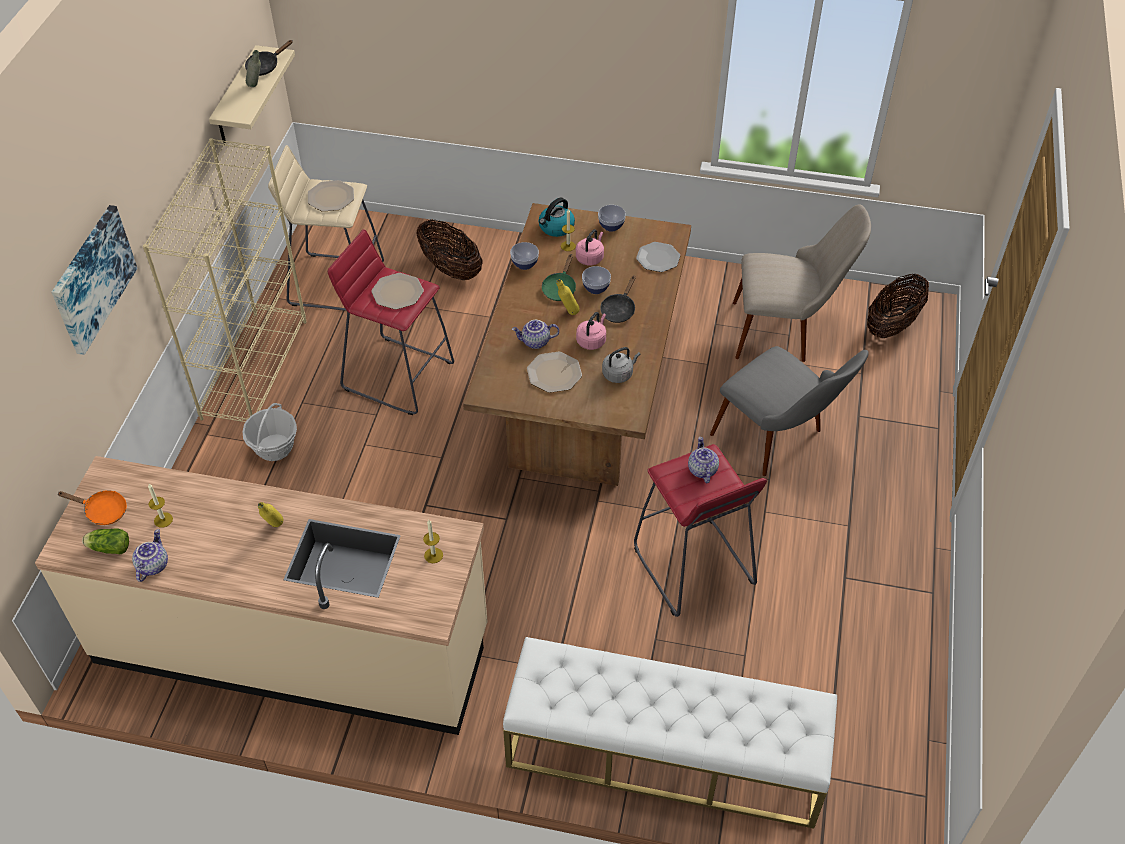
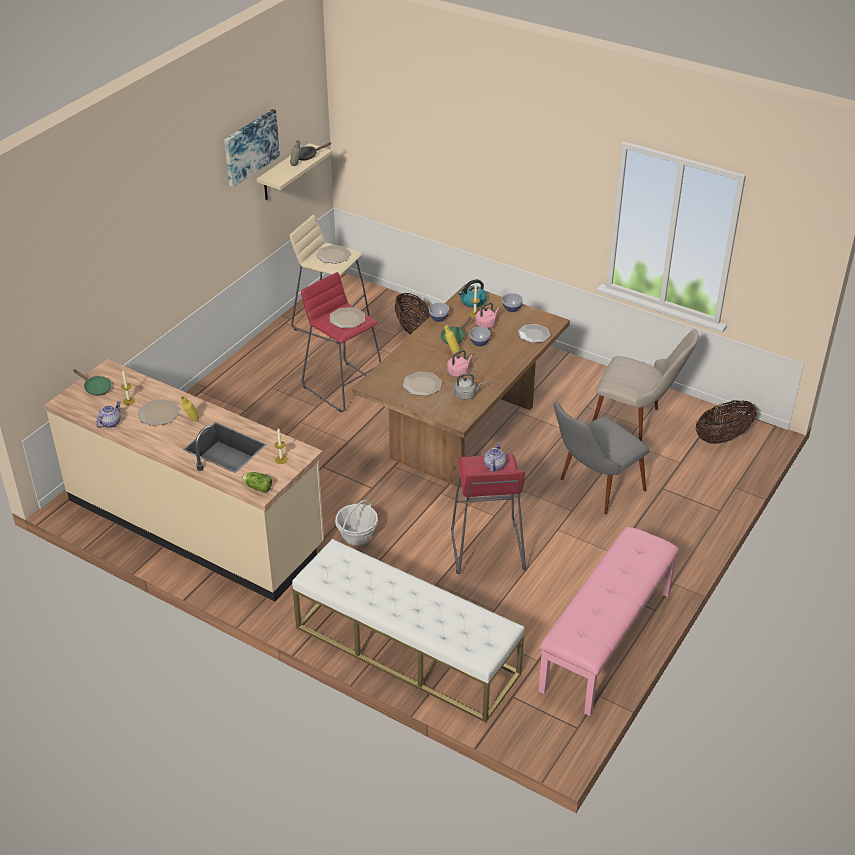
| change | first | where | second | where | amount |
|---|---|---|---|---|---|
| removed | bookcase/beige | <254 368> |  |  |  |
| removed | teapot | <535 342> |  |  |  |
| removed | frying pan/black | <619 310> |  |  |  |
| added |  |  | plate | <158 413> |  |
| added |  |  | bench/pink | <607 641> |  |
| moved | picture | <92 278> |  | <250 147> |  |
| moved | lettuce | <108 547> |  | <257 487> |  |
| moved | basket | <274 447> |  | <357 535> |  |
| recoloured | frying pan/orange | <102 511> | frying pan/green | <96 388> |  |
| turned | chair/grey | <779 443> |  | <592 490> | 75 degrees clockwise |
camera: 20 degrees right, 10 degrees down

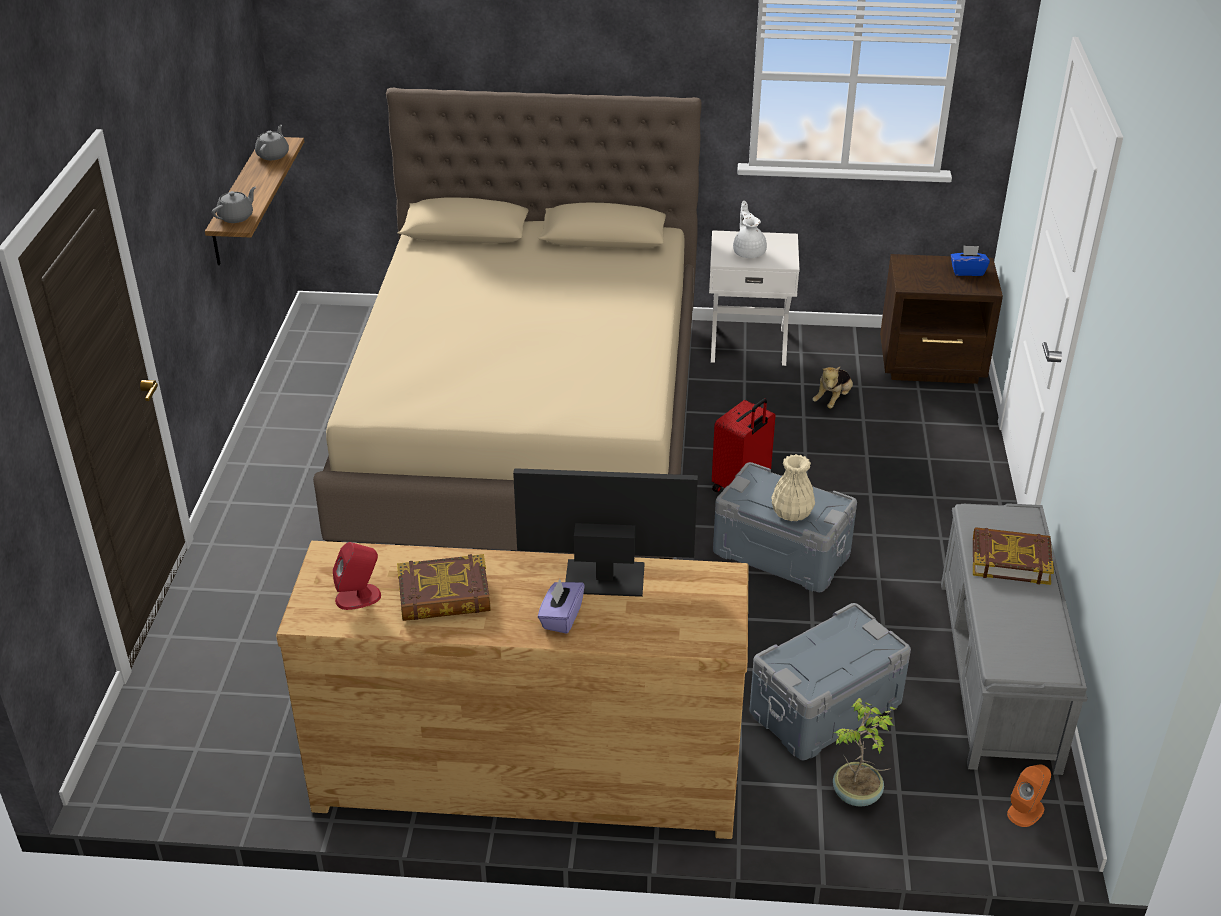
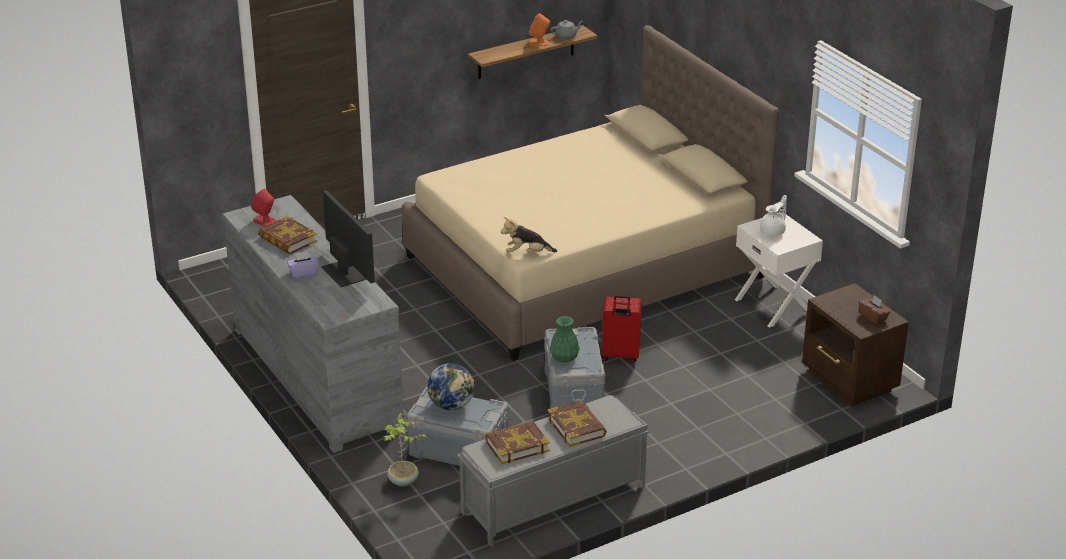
| change | first | where | second | where | amount |
|---|---|---|---|---|---|
| removed | teapot/grey | <236 217> |  |  |  |
| added |  |  | globe | <451 405> |  |
| added |  |  | book | <517 446> |  |
| moved | plush toy | <833 399> |  | <527 253> |  |
| moved | speaker/orange | <1026 811> |  | <539 43> |  |
| recoloured | dresser/brown | <526 772> | dresser/grey | <317 376> |  |
| recoloured | vase/beige | <791 514> | vase/green | <564 358> |  |
| recoloured | tissue box/blue | <967 271> | tissue box/brown | <873 317> |  |
camera: 55 degrees right, 5 degrees down

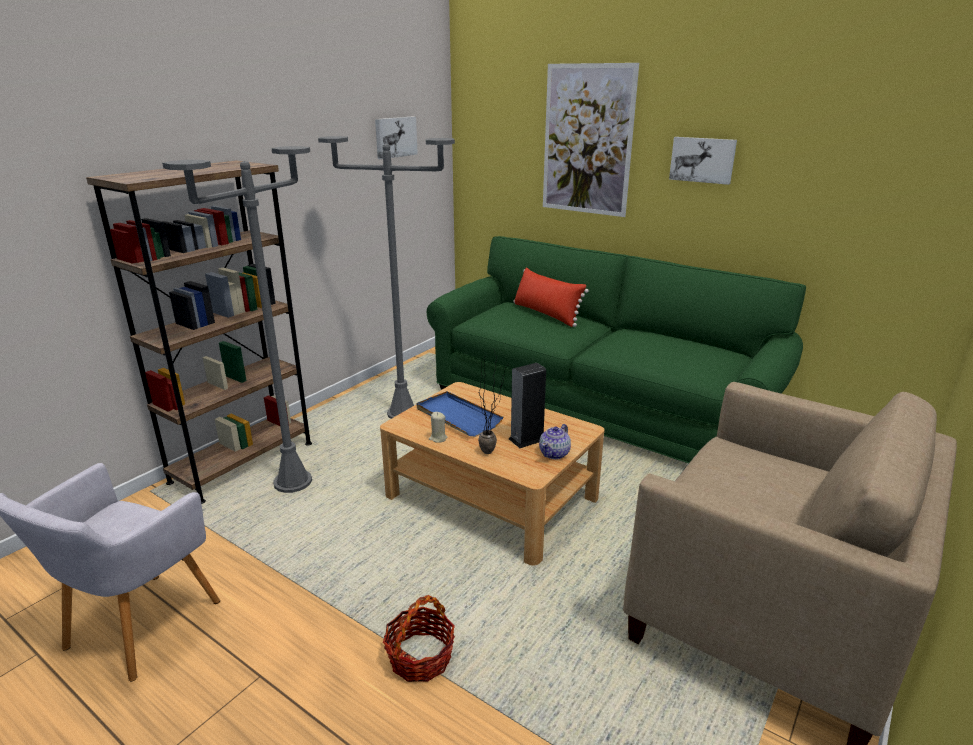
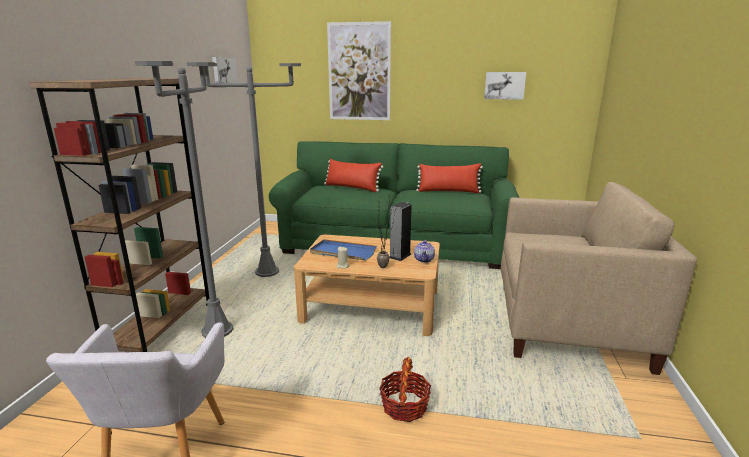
| change | first | where | second | where | amount |
|---|---|---|---|---|---|
| added |  |  | pillow/red | <448 191> |  |
| moved | picture | <702 160> |  | <504 85> |  |
camera: 25 degrees left, 5 degrees down

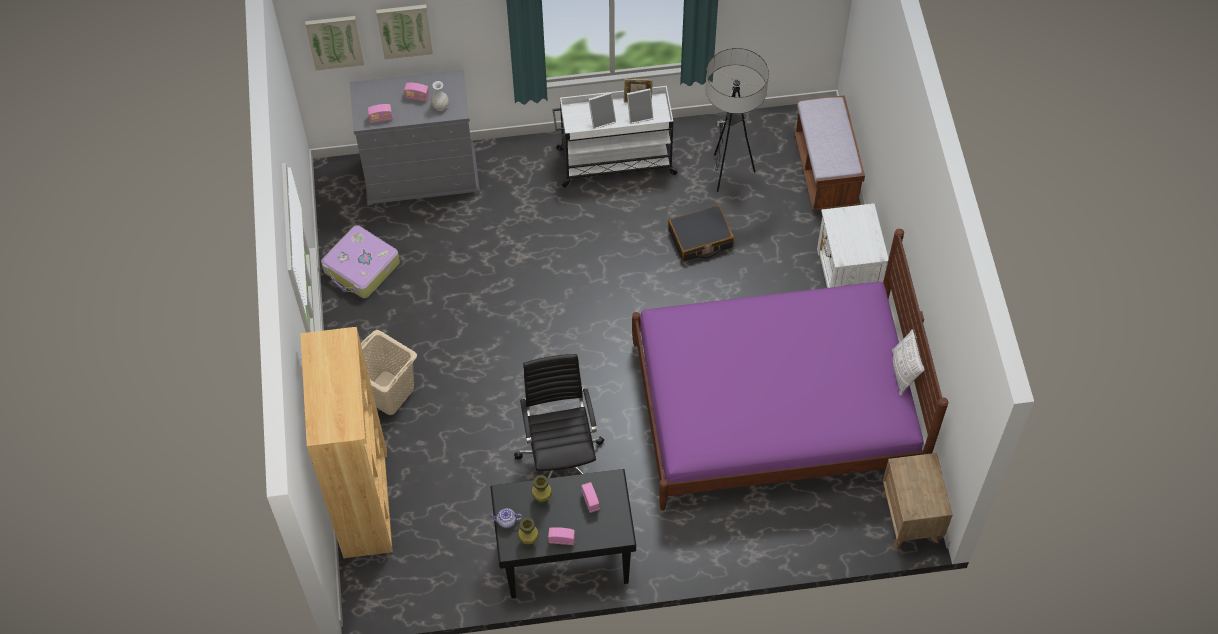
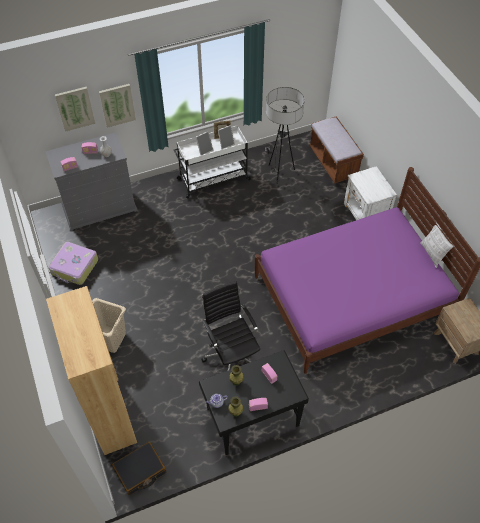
| change | first | where | second | where | amount |
|---|---|---|---|---|---|
| moved | picture | <335 41> |  | <117 105> |  |
| moved | suitcase/black | <700 239> |  | <140 471> |  |
camera: 15 degrees left, 5 degrees down

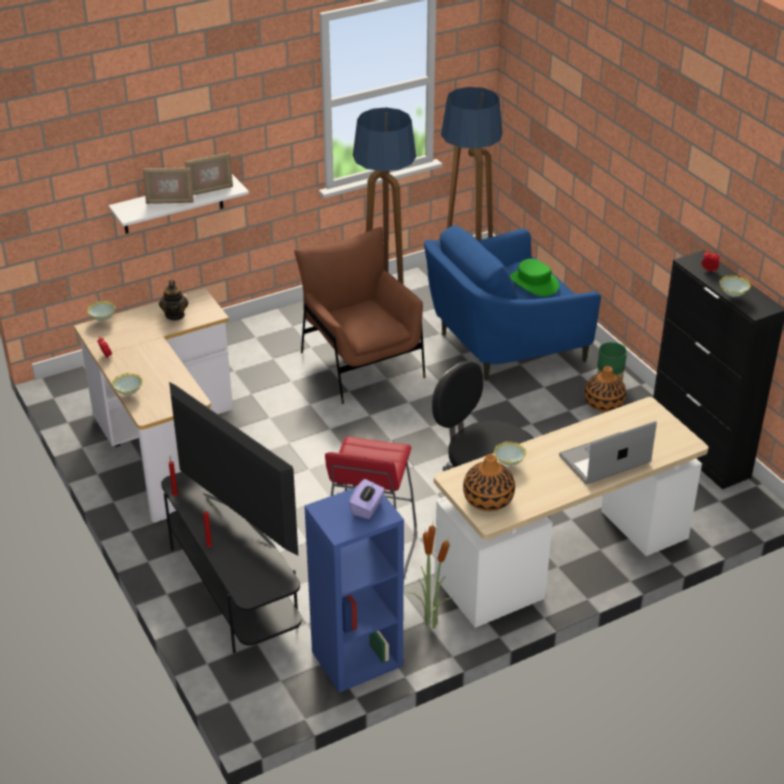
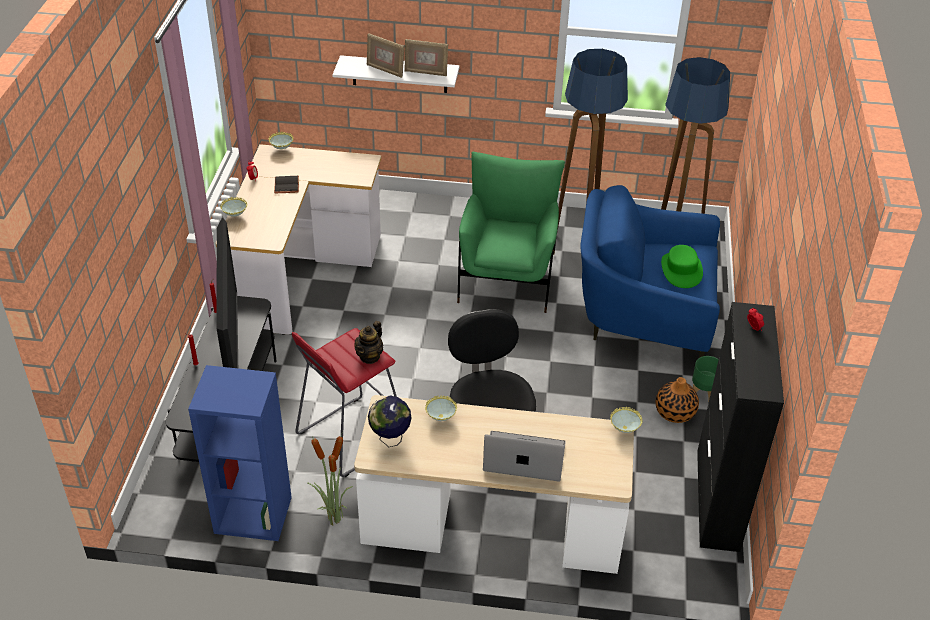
| change | first | where | second | where | amount |
|---|---|---|---|---|---|
| removed | tissue box/purple | <367 508> |  |  |  |
| added |  |  | book/black | <287 185> |  |
| moved | teapot | <175 315> |  | <369 356> |  |
| moved | bowl | <732 297> |  | <624 430> |  |
| replaced | vase | <488 500> | globe | <390 439> |  |
| recoloured | armchair/brown | <361 364> | armchair/green | <507 276> |  |
camera: 35 degrees right, 5 degrees up

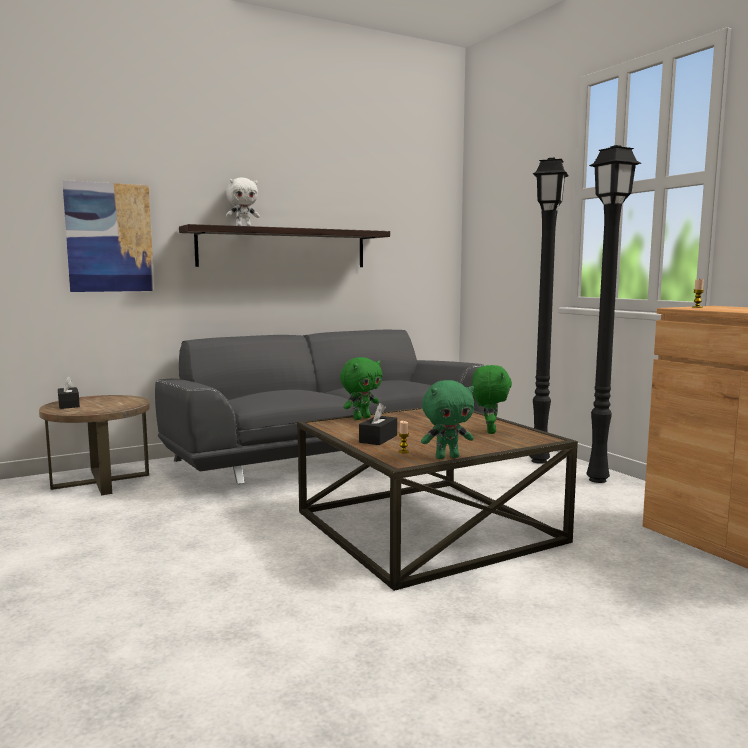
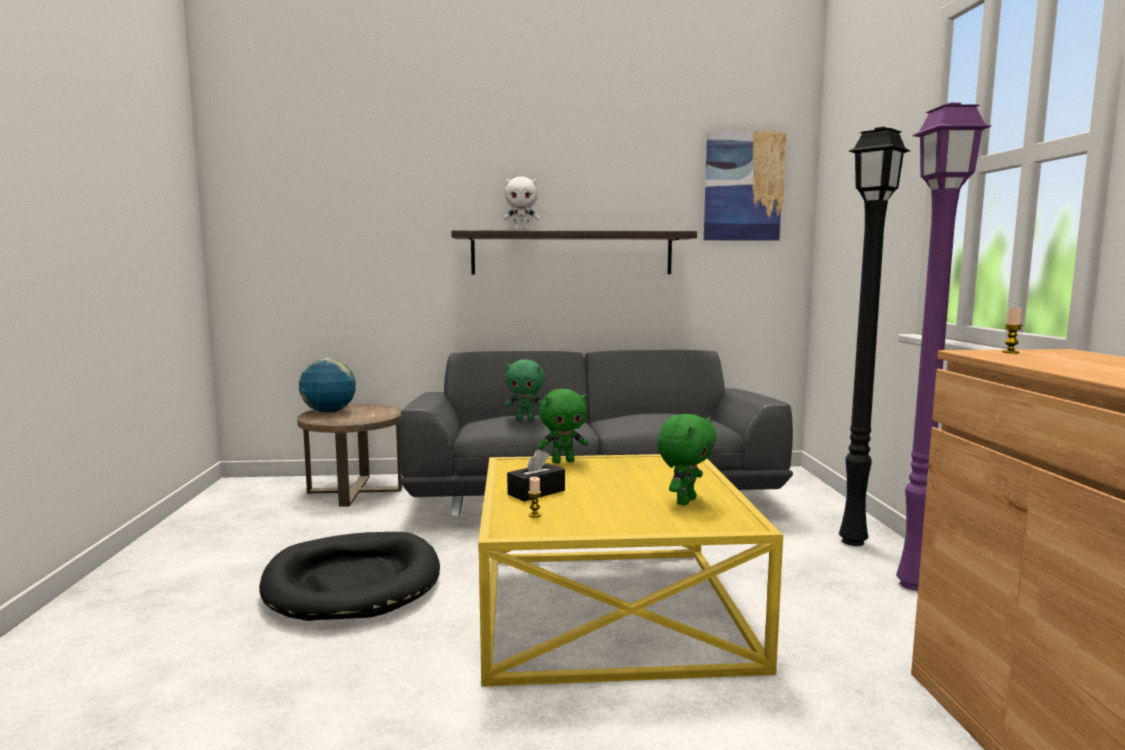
| change | first | where | second | where | amount |
|---|---|---|---|---|---|
| added |  |  | dog bed/black | <353 582> |  |
| moved | picture | <109 238> |  | <743 186> |  |
| moved | plush toy/green | <447 457> |  | <525 419> |  |
| replaced | tissue box/black | <69 405> | globe | <329 412> |  |
| recoloured | coffee table/brown | <426 526> | coffee table/yellow | <610 607> |  |
| recoloured | floor lamp/black | <595 480> | floor lamp/purple | <910 584> |  |
camera: 25 degrees right, 0 degrees up

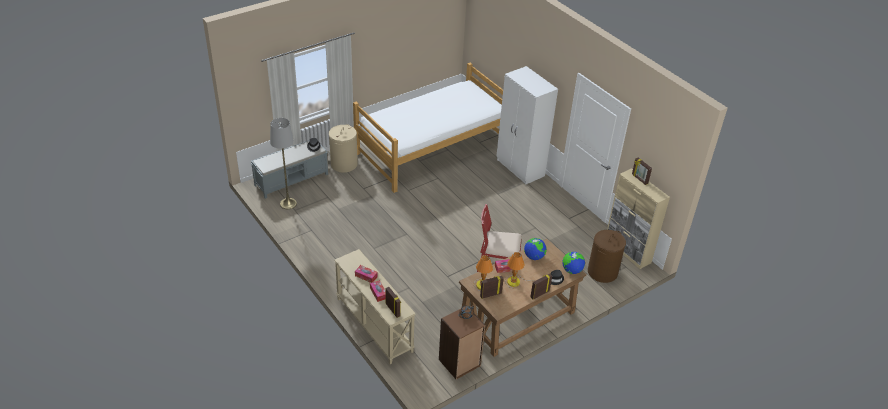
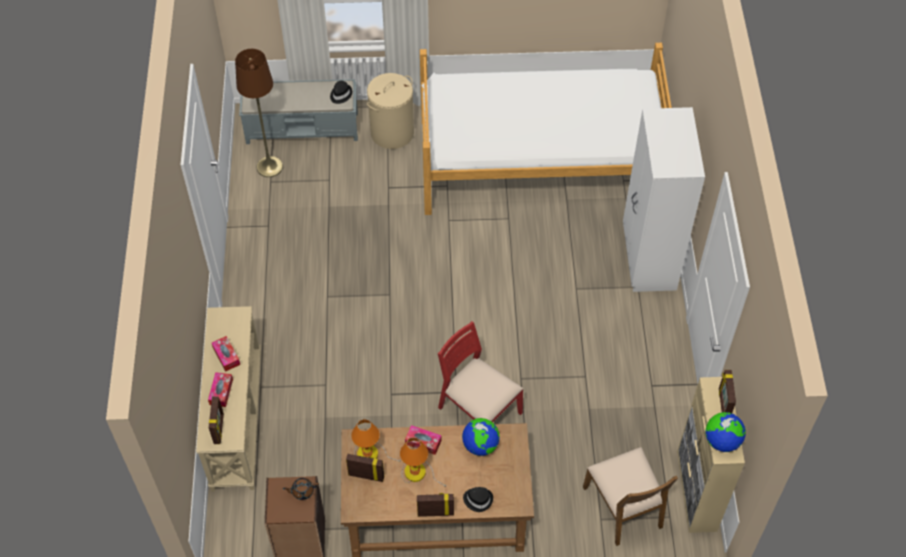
| change | first | where | second | where | amount |
|---|---|---|---|---|---|
| moved | globe | <572 270> |  | <722 441> |  |
| replaced | laundry basket/brown | <602 272> | chair/brown | <624 507> |  |
| recoloured | floor lamp/grey | <288 203> | floor lamp/brown | <269 167> |  |
camera: 35 degrees right, 15 degrees up

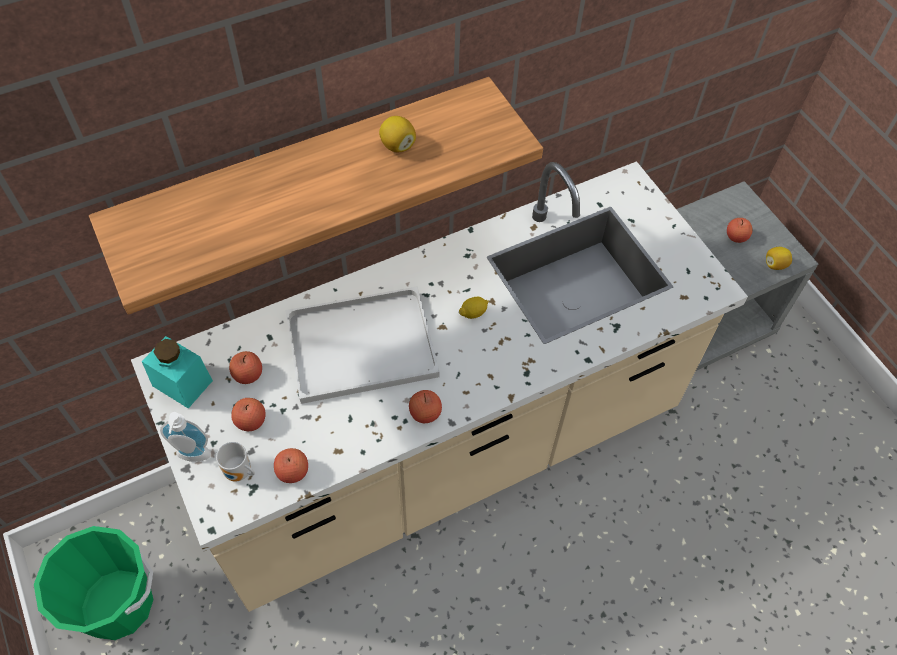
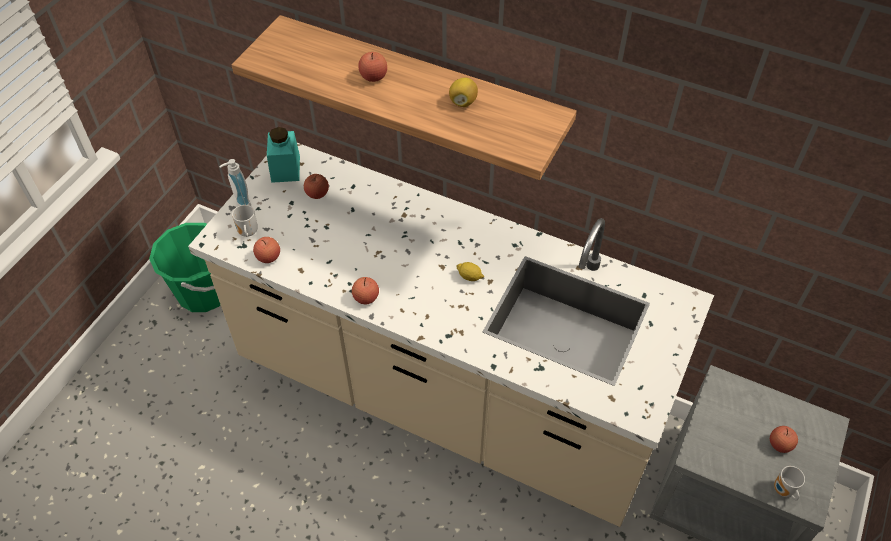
| change | first | where | second | where | amount |
|---|---|---|---|---|---|
| removed | tray/white | <364 343> |  |  |  |
| moved | apple | <251 421> |  | <373 77> |  |
| replaced | lemon | <775 265> | mug | <783 491> |  |
camera: 55 degrees right, 5 degrees down

